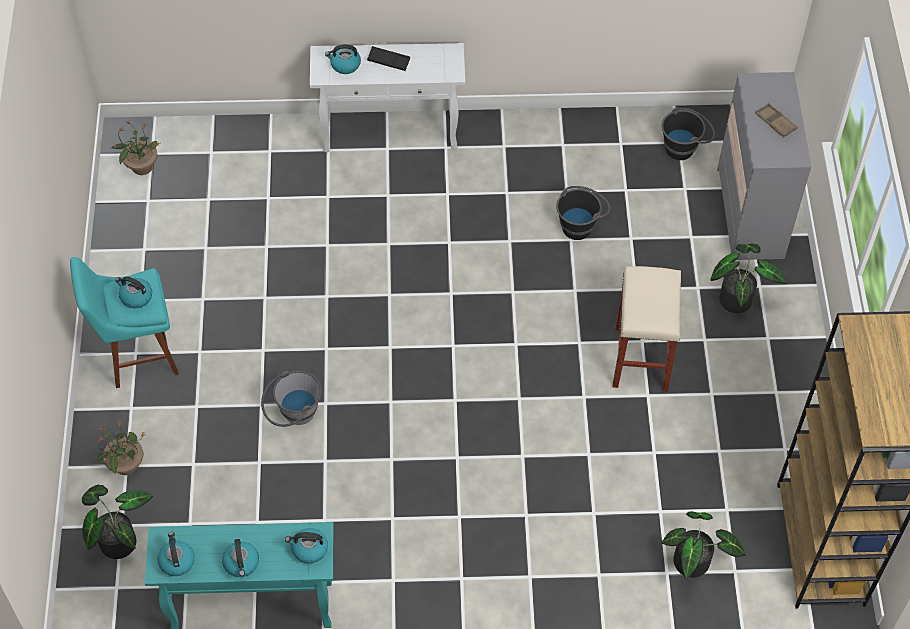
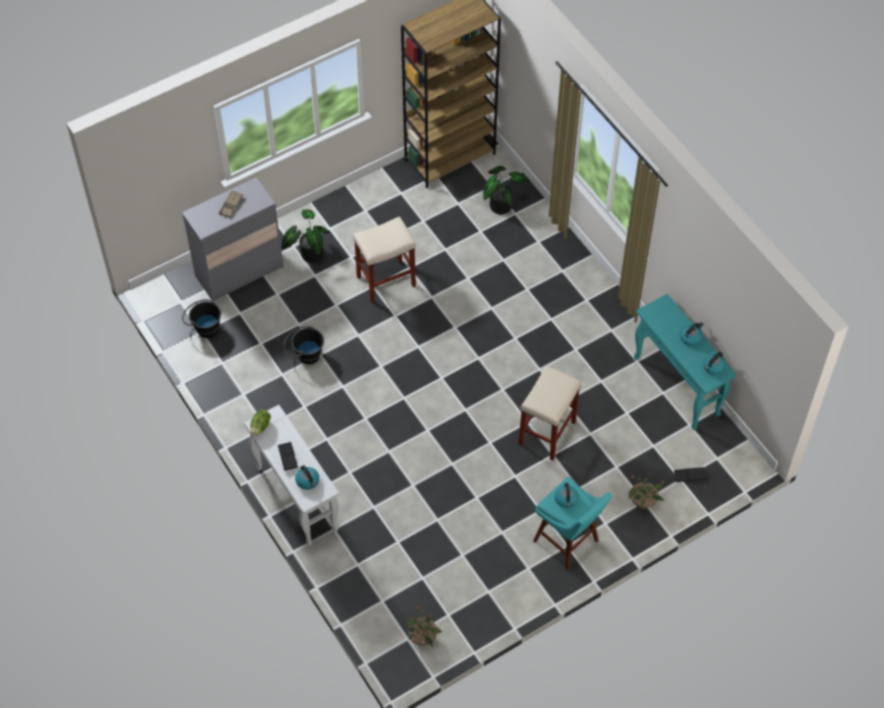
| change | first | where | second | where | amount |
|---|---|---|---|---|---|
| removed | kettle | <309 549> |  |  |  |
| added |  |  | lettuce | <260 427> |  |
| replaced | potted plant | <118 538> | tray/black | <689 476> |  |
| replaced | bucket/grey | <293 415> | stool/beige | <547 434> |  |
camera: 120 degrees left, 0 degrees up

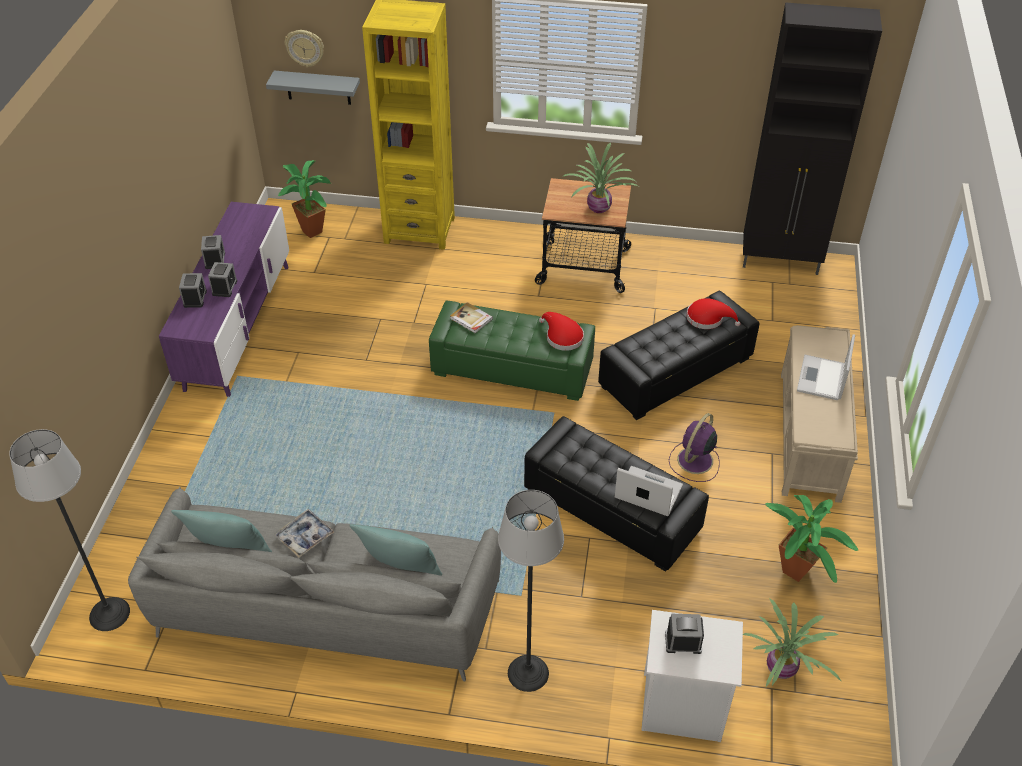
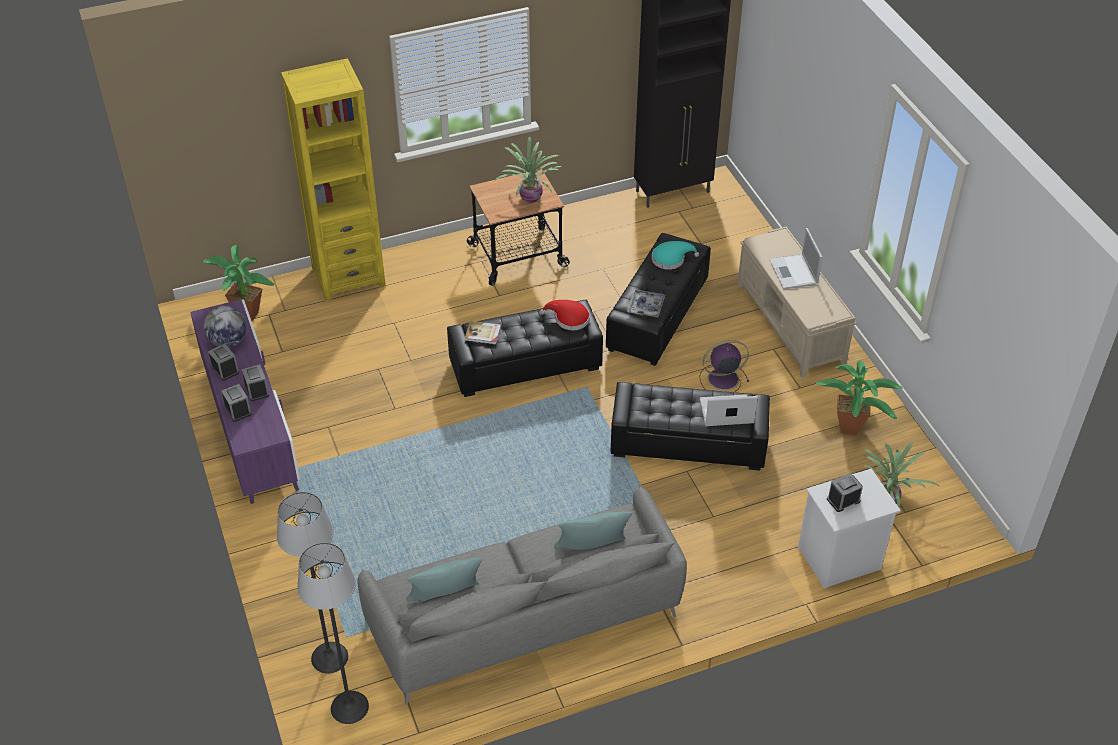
| change | first | where | second | where | amount |
|---|---|---|---|---|---|
| removed | shelf/grey | <318 87> |  |  |  |
| removed | wall clock | <305 47> |  |  |  |
| added |  |  | globe | <228 341> |  |
| moved | tray | <305 536> |  | <646 306> |  |
| moved | floor lamp | <527 673> |  | <329 657> |  |
| recoloured | ottoman/green | <512 368> | ottoman/black | <525 364> |  |
| recoloured | hat/red | <708 318> | hat/turquoise | <671 259> |  |
| turned | fan/purple | <694 461> |  | <721 379> | 75 degrees clockwise |
camera: 30 degrees left, 0 degrees up

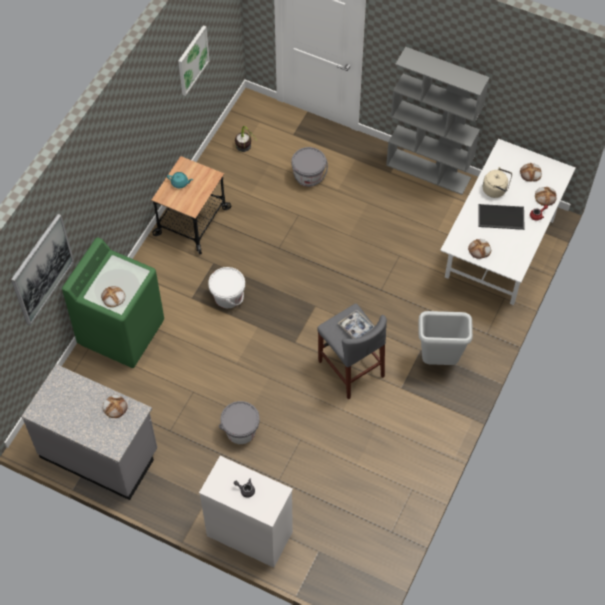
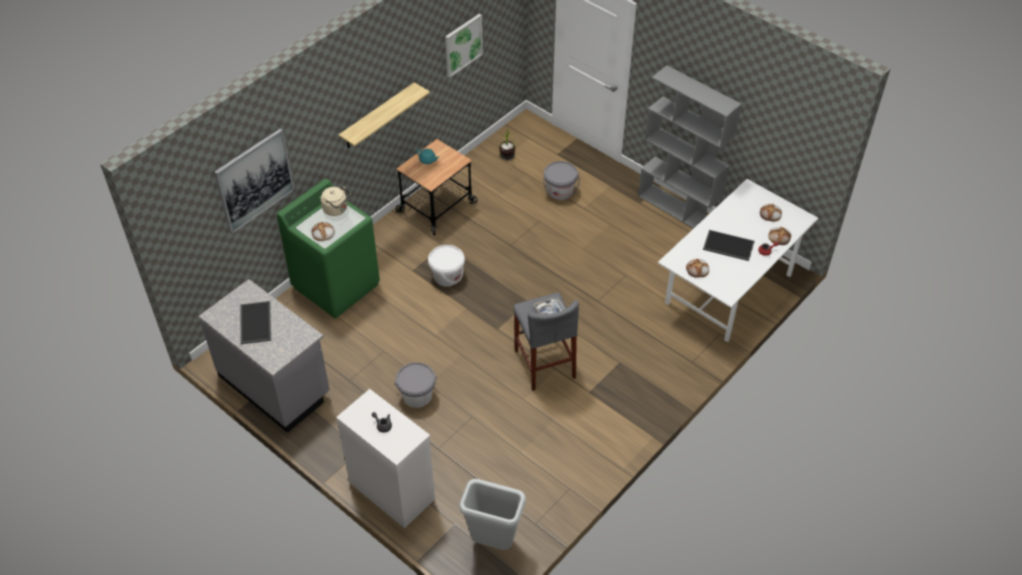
| change | first | where | second | where | amount |
|---|---|---|---|---|---|
| removed | bread | <115 407> |  |  |  |
| added |  |  | tray | <254 322> |  |
| added |  |  | shelf | <378 117> |  |
| moved | trash can/grey | <439 360> |  | <494 541> |  |
| moved | kettle/beige | <496 190> |  | <337 209> |  |
camera: 15 degrees right, 10 degrees down

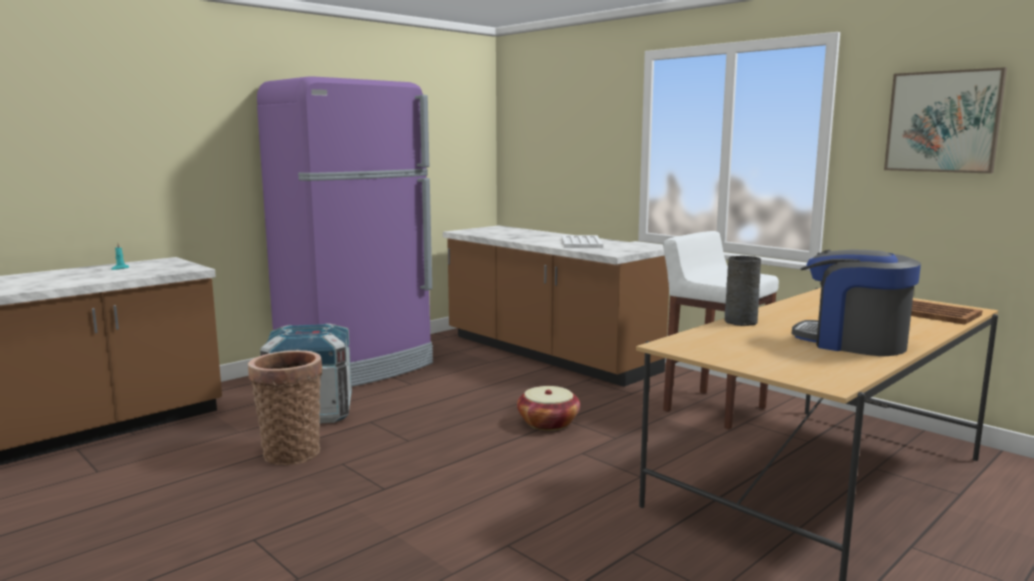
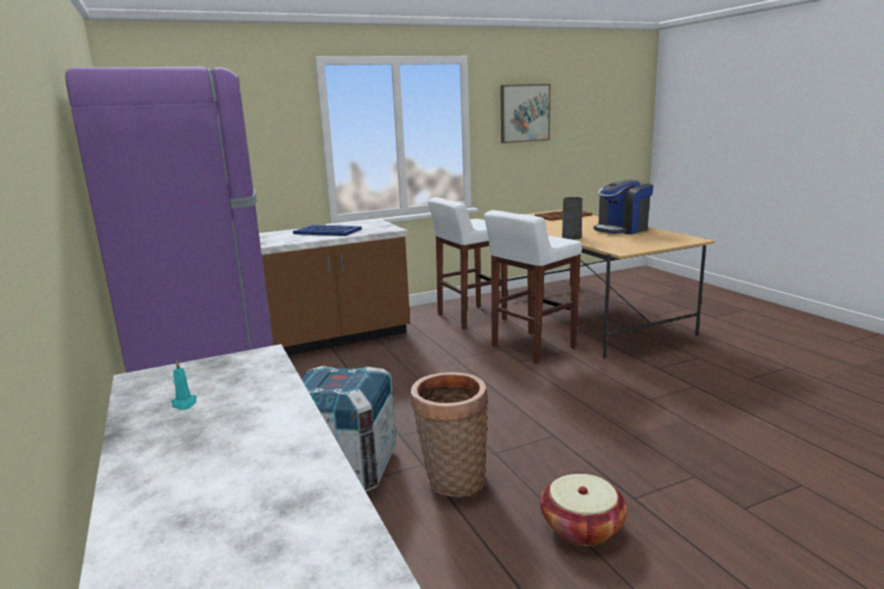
| change | first | where | second | where | amount |
|---|---|---|---|---|---|
| added |  |  | stool/white | <532 347> |  |
| moved | basket | <548 423> |  | <582 527> |  |
| recoloured | tray/white | <581 243> | tray/blue | <327 231> |  |
camera: 70 degrees left, 5 degrees up

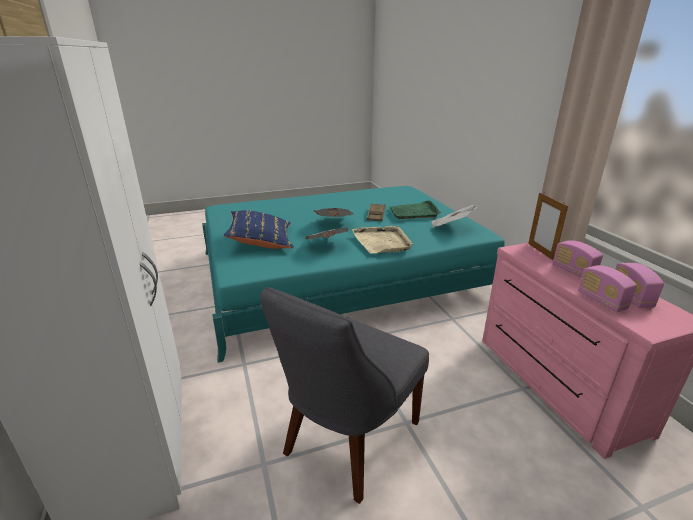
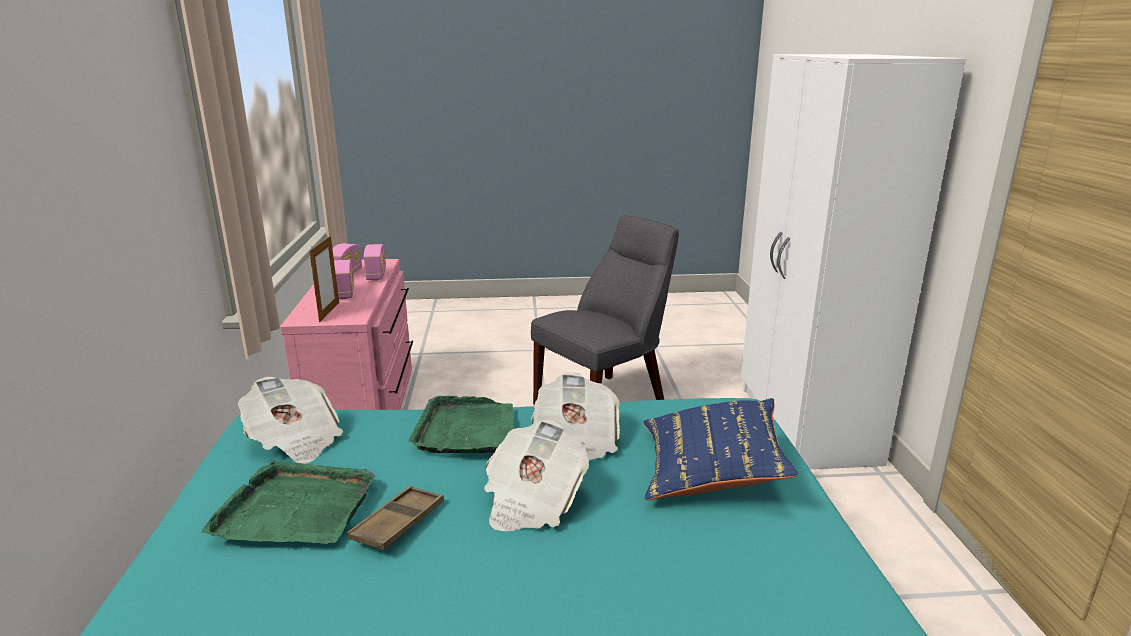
| change | first | where | second | where | amount |
|---|---|---|---|---|---|
| recoloured | tray/beige | <382 241> | tray/green | <466 430> |  |
camera: 165 degrees left, 5 degrees down

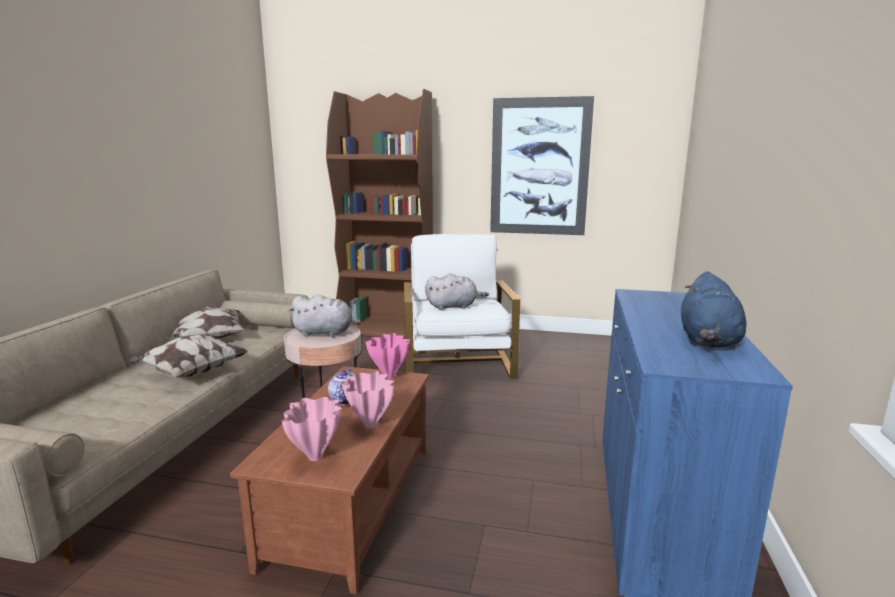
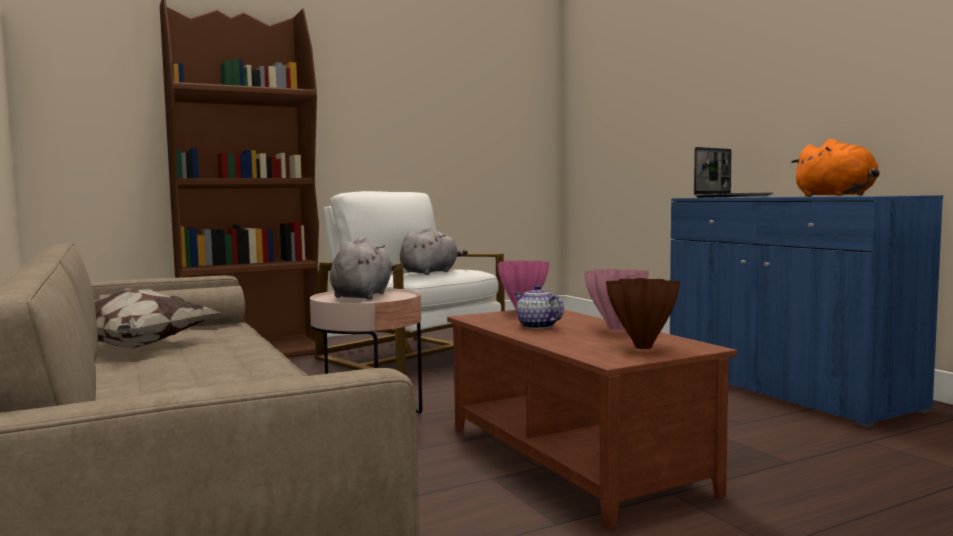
| change | first | where | second | where | amount |
|---|---|---|---|---|---|
| removed | pillow | <191 372> |  |  |  |
| removed | picture | <539 167> |  |  |  |
| added |  |  | laptop | <733 197> |  |
| recoloured | vase/pink | <316 457> | vase/brown | <643 347> |  |
| recoloured | plush toy/blue | <708 341> | plush toy/orange | <837 196> |  |
| turned | plush toy/grey | <325 333> |  | <362 296> | 45 degrees counterclockwise |
camera: 40 degrees left, 10 degrees down

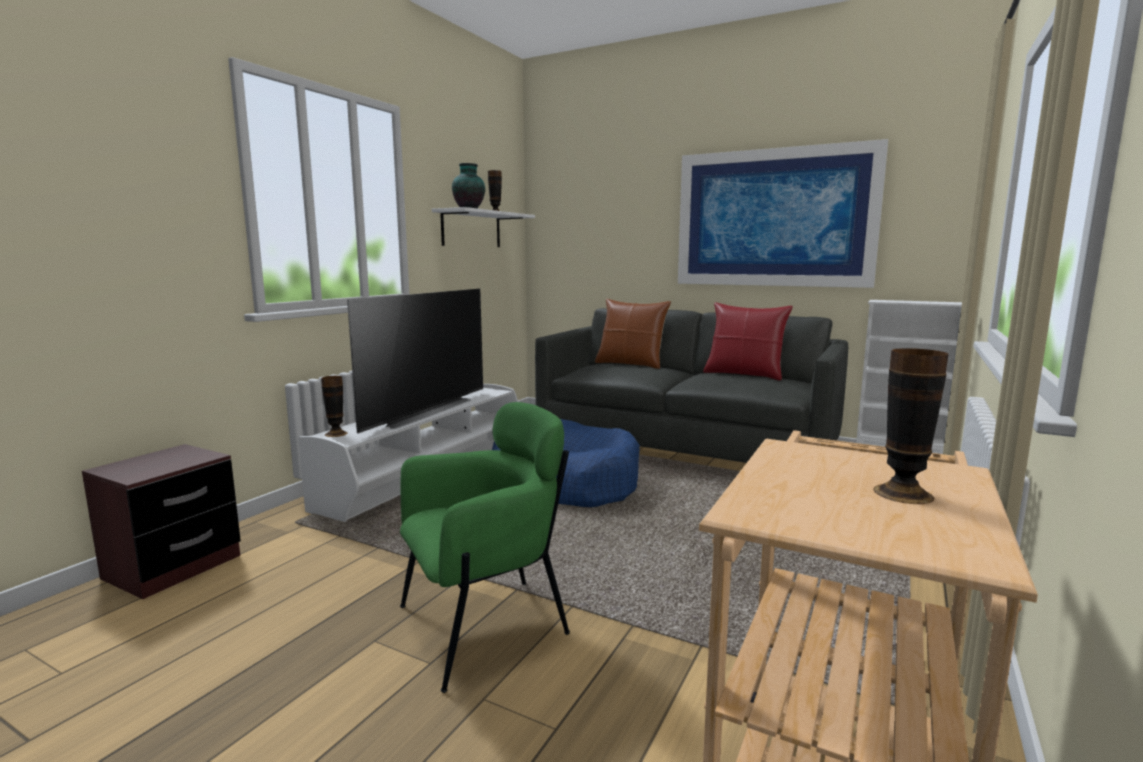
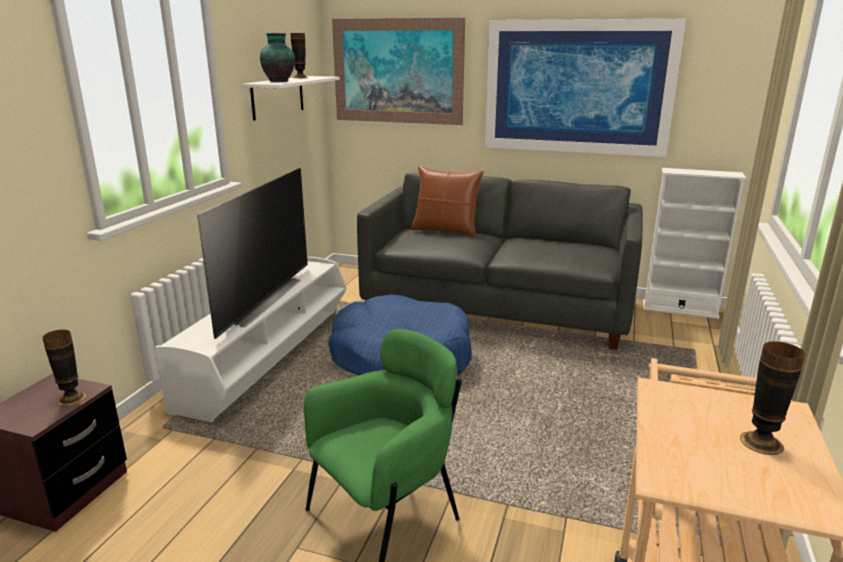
| change | first | where | second | where | amount |
|---|---|---|---|---|---|
| removed | pillow/red | <744 374> |  |  |  |
| added |  |  | picture | <397 71> |  |
| moved | vase | <336 433> |  | <71 398> |  |
camera: 10 degrees left, 10 degrees up

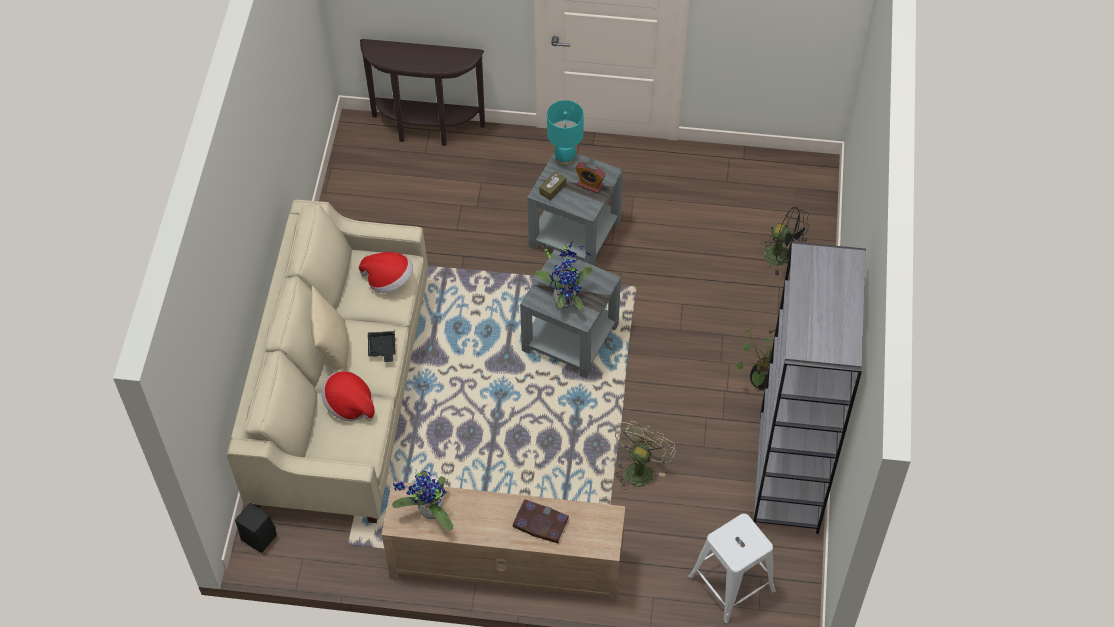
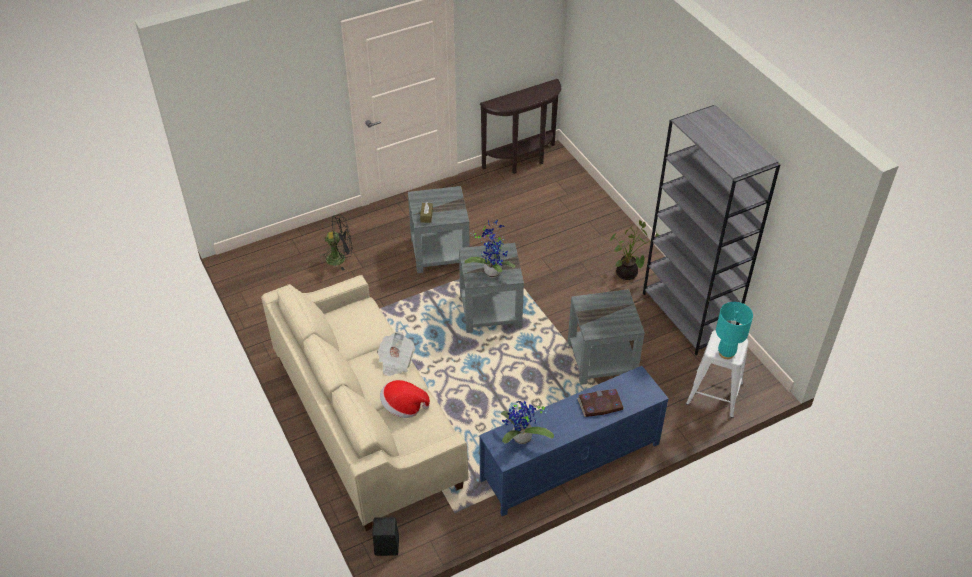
| change | first | where | second | where | amount |
|---|---|---|---|---|---|
| removed | pillow/beige | <333 351> |  |  |  |
| removed | hat | <389 280> |  |  |  |
| removed | alarm clock | <590 185> |  |  |  |
| moved | console table/brown | <426 130> |  | <523 161> |  |
| moved | table lamp/turquoise | <565 158> |  | <726 353> |  |
| moved | fan/black | <782 257> |  | <340 258> |  |
| replaced | tray/black | <382 349> | newspaper | <395 361> |  |
| replaced | fan/green | <640 468> | side table/grey | <601 360> |  |
| recoloured | tv stand/beige | <505 563> | tv stand/blue | <570 462> |  |
camera: 35 degrees left, 10 degrees down

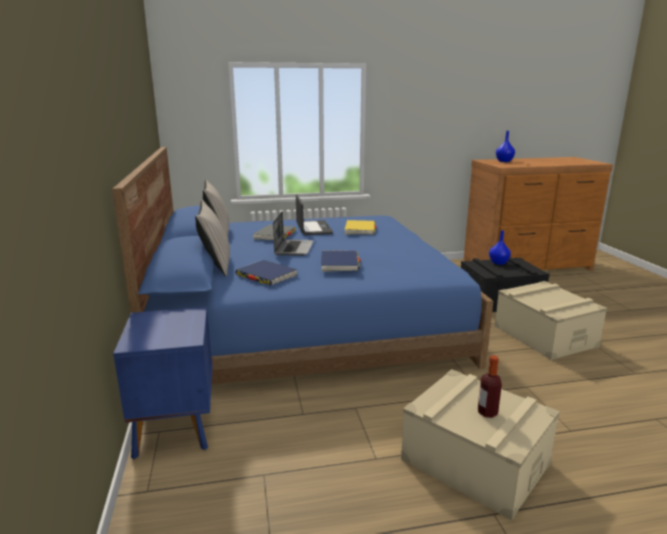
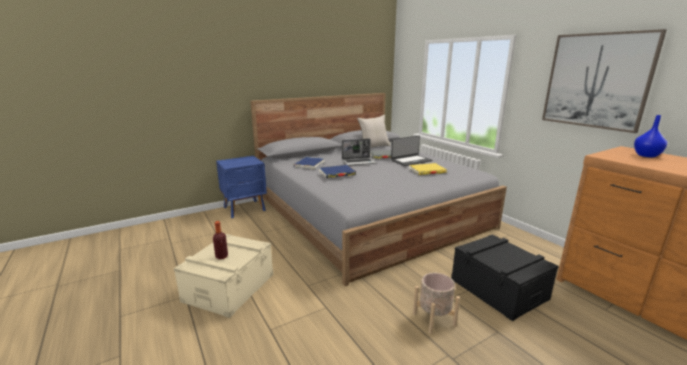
| change | first | where | second | where | amount |
|---|---|---|---|---|---|
| removed | pillow/beige | <216 266> |  |  |  |
| removed | vase/blue | <499 263> |  |  |  |
| added |  |  | picture | <596 81> |  |
| replaced | storage box/beige | <544 336> | planter/beige | <433 319> |  |
| recoloured | bed/blue | <302 318> | bed/grey | <368 212> |  |
camera: 70 degrees right, 0 degrees up

